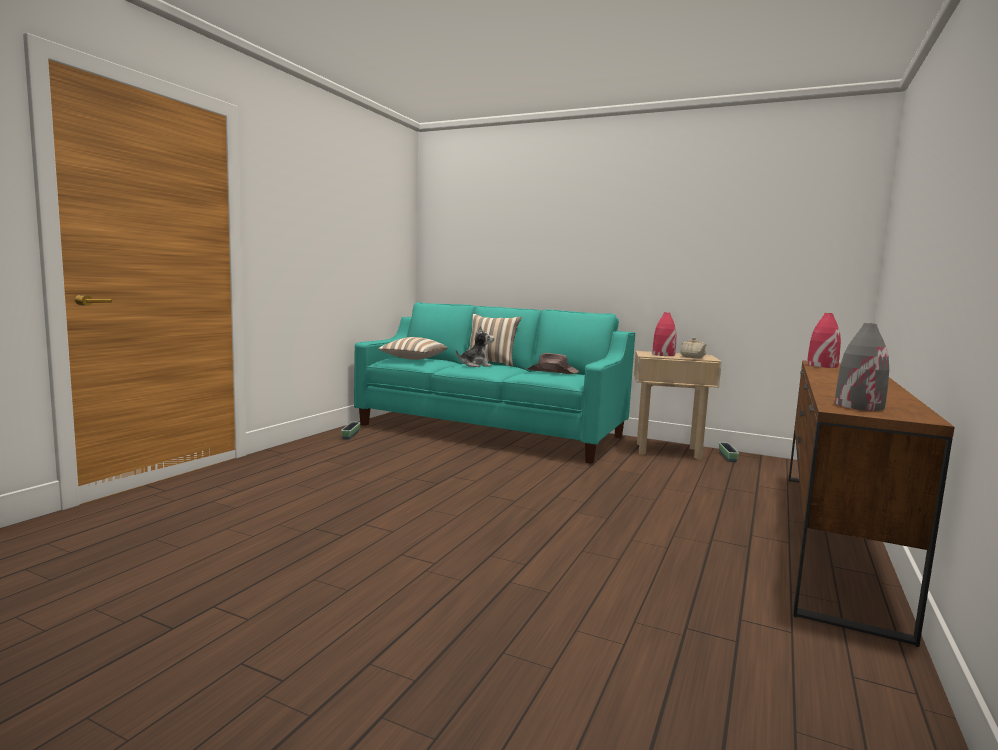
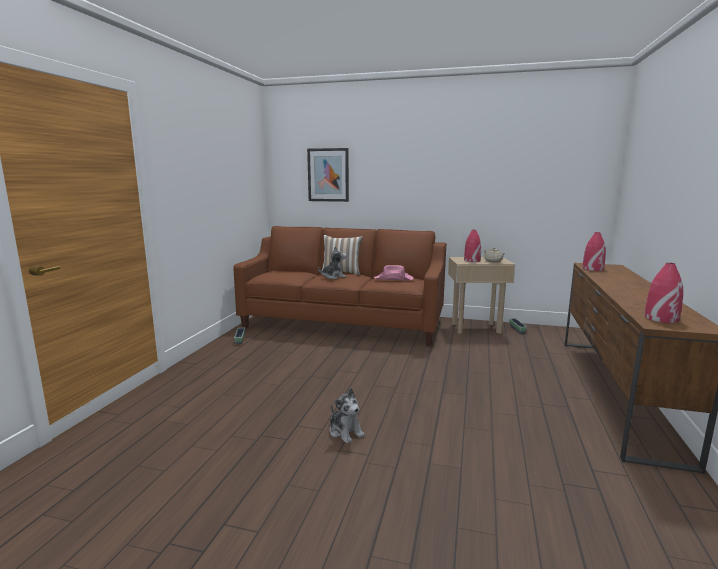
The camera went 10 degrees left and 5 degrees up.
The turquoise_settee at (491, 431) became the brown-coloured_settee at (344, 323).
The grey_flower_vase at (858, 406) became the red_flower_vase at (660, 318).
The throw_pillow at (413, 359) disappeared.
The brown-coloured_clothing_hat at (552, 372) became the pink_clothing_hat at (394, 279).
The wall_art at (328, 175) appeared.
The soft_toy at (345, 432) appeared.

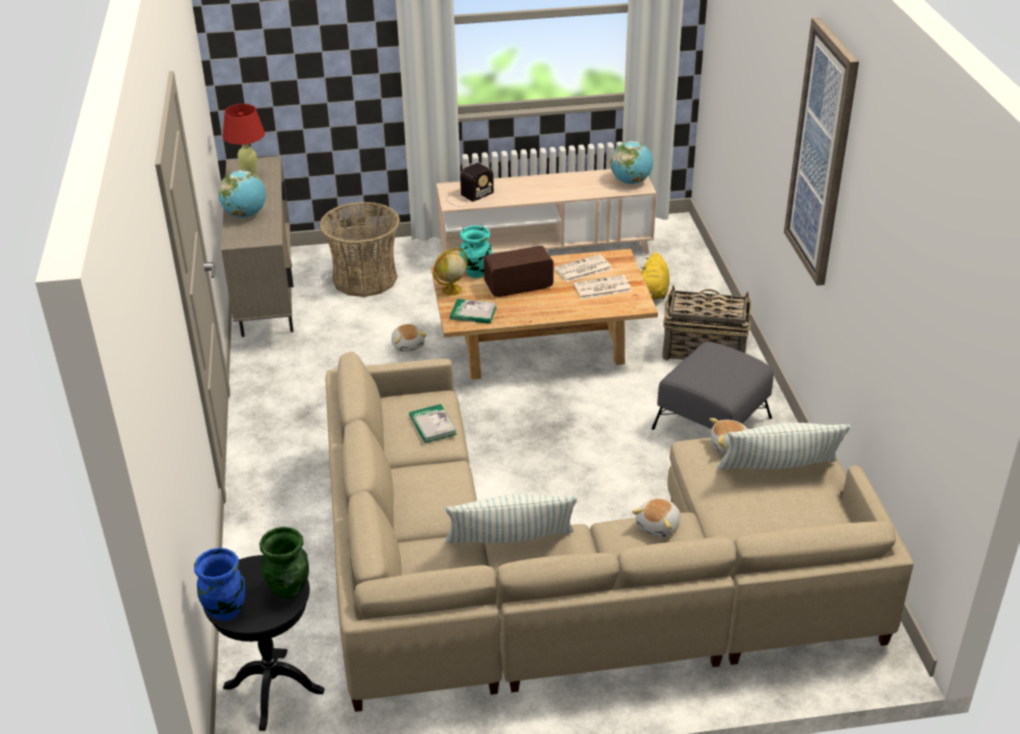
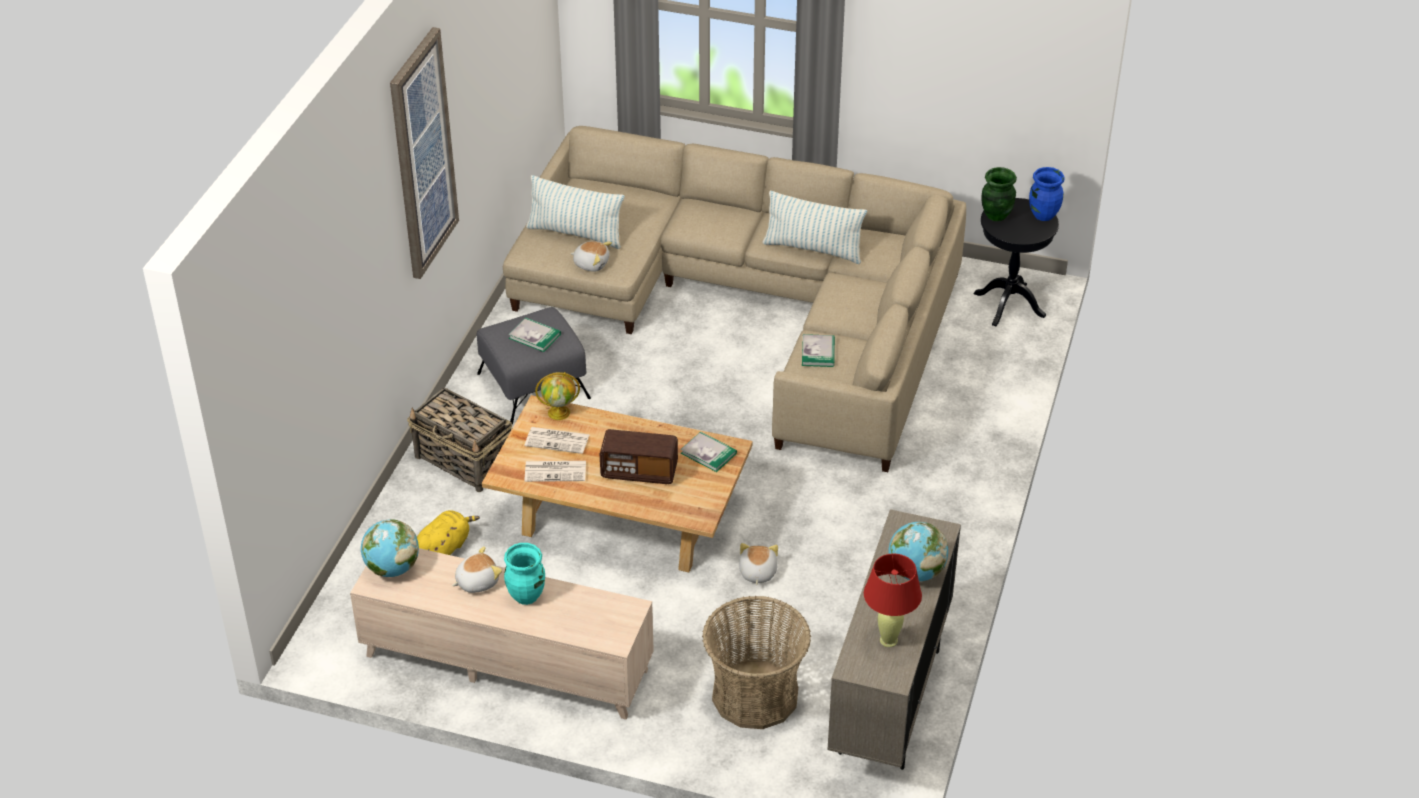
The camera went 155 degrees left and 5 degrees up.
The radio at (467, 196) disappeared.
The turquoise_flower_vase moved from (476, 273) to (526, 595).
The world_globe moved from (451, 290) to (559, 412).
The soft_toy moved from (659, 526) to (476, 581).
The book at (534, 336) appeared.

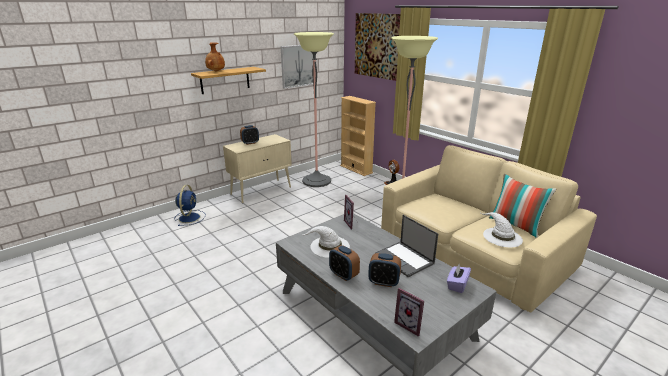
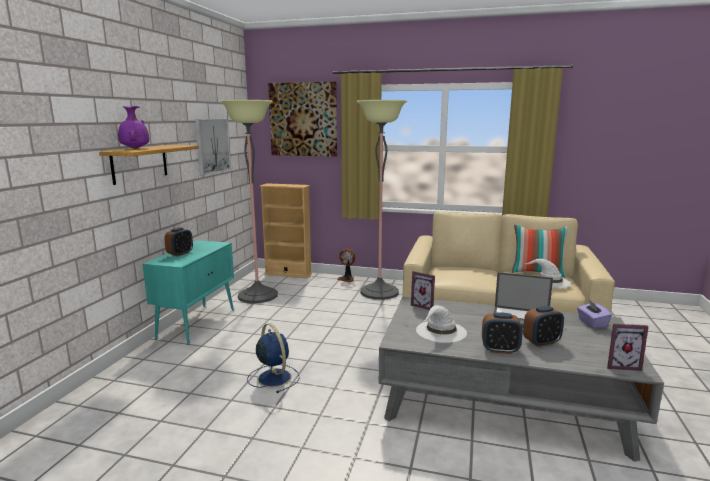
The camera went 35 degrees left and 10 degrees down.
The brown-coloured_flower_vase at (215, 71) became the purplish_flower_vase at (134, 149).
The sand-coloured_storage_cabinet at (261, 190) became the turquoise_storage_cabinet at (197, 323).
The bluish_fan moved from (190, 217) to (273, 377).

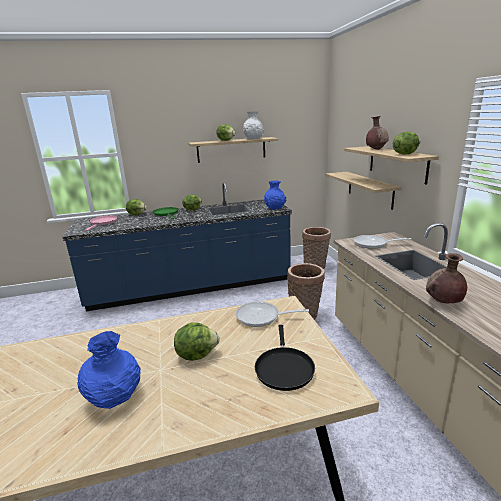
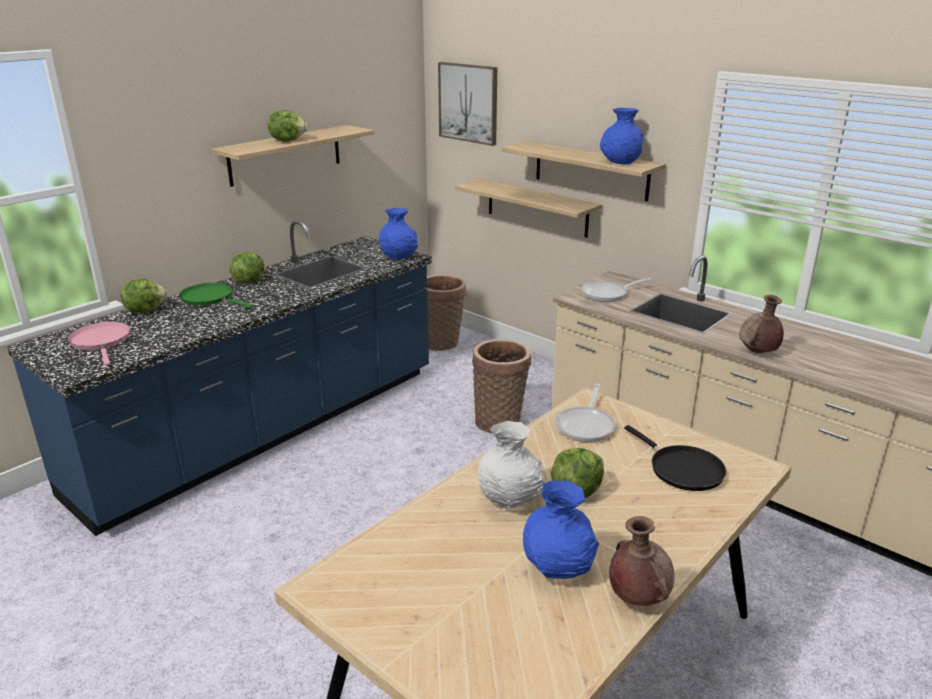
The camera went 35 degrees left and 5 degrees up.
The white_flower_vase moved from (254, 139) to (510, 499).
The brown-coloured_flower_vase moved from (376, 149) to (637, 596).
The lettuce at (404, 154) was replaced by the bluish_flower_vase at (619, 161).
The skillet at (262, 317) turned 45 degrees counterclockwise.
The wall_art at (468, 103) appeared.

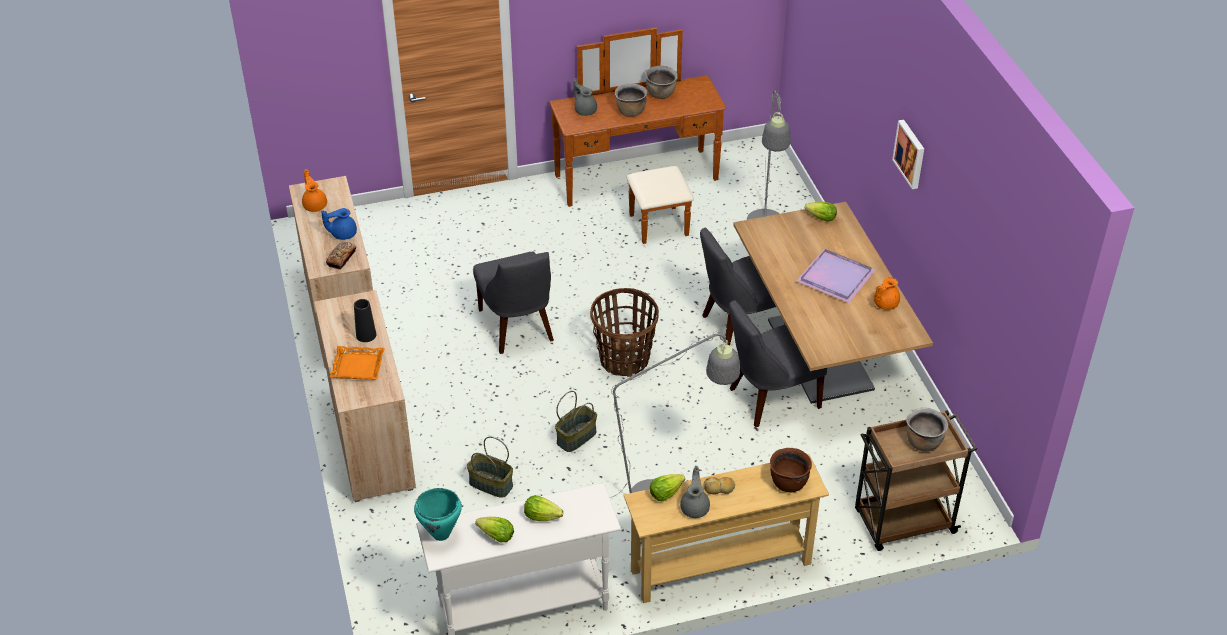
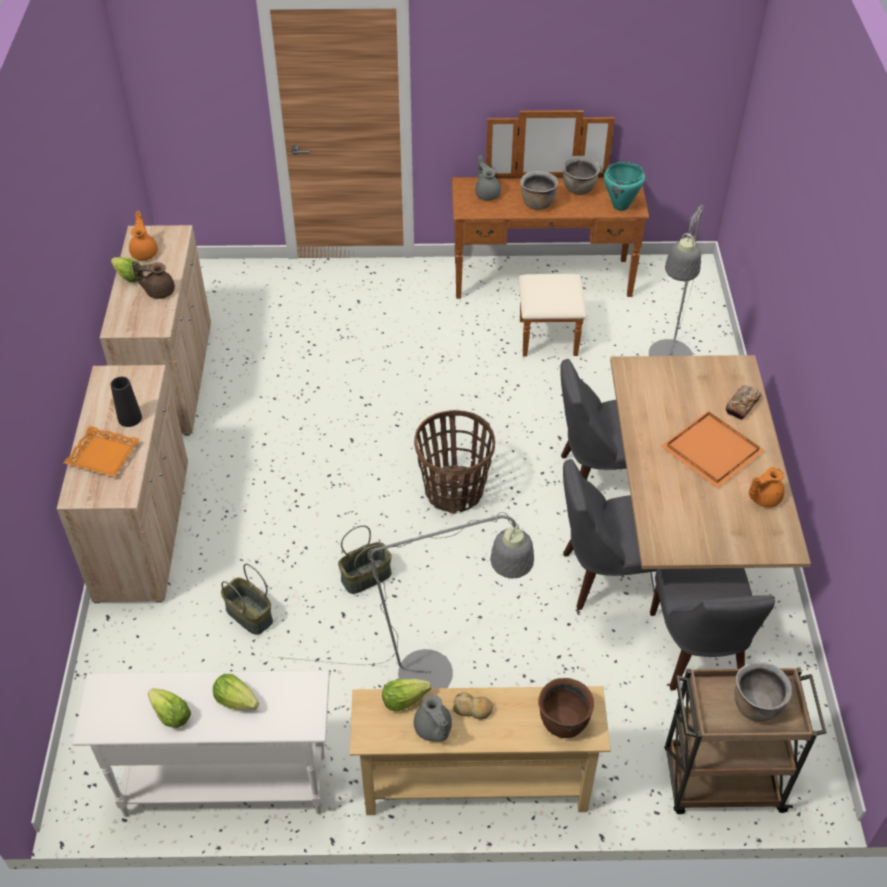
The camera went 15 degrees right and 5 degrees up.
The wall_art at (910, 153) disappeared.
The lettuce moved from (821, 218) to (129, 277).
The bluish_tea_pot at (342, 234) became the brown-coloured_tea_pot at (159, 291).
The bread moved from (341, 258) to (742, 405).
The purplish_serving_tray at (835, 276) became the orangey_serving_tray at (711, 449).
The grey_chair moved from (517, 327) to (698, 652).
The grey_tea_pot at (695, 507) turned 135 degrees clockwise.
The turquoise_cooking_pot moved from (441, 534) to (620, 206).

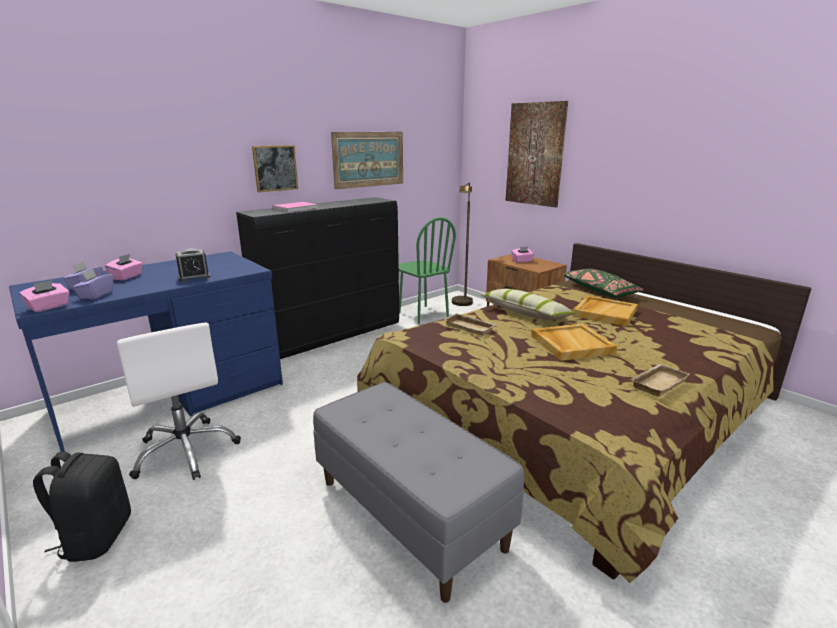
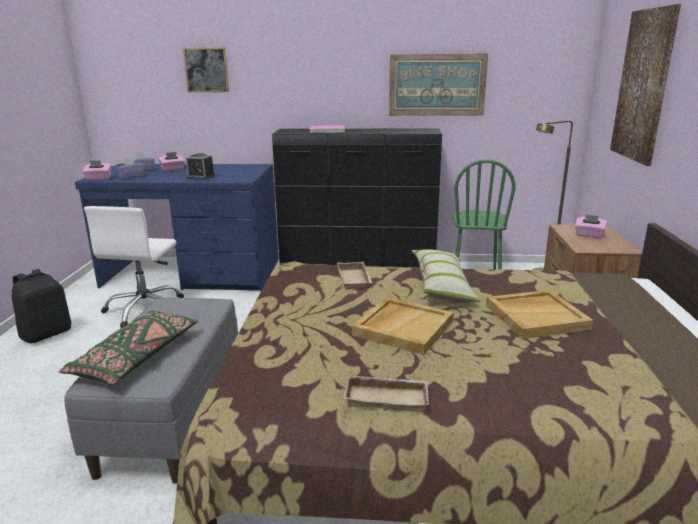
The camera went 45 degrees right and 0 degrees up.
The wall_art moved from (275, 168) to (206, 70).
The green_throw_pillow moved from (599, 290) to (137, 358).

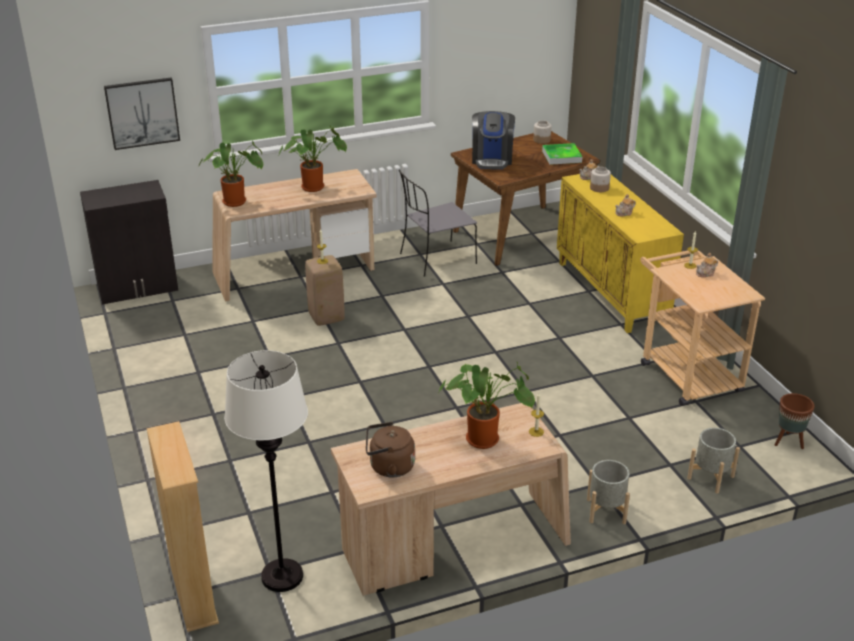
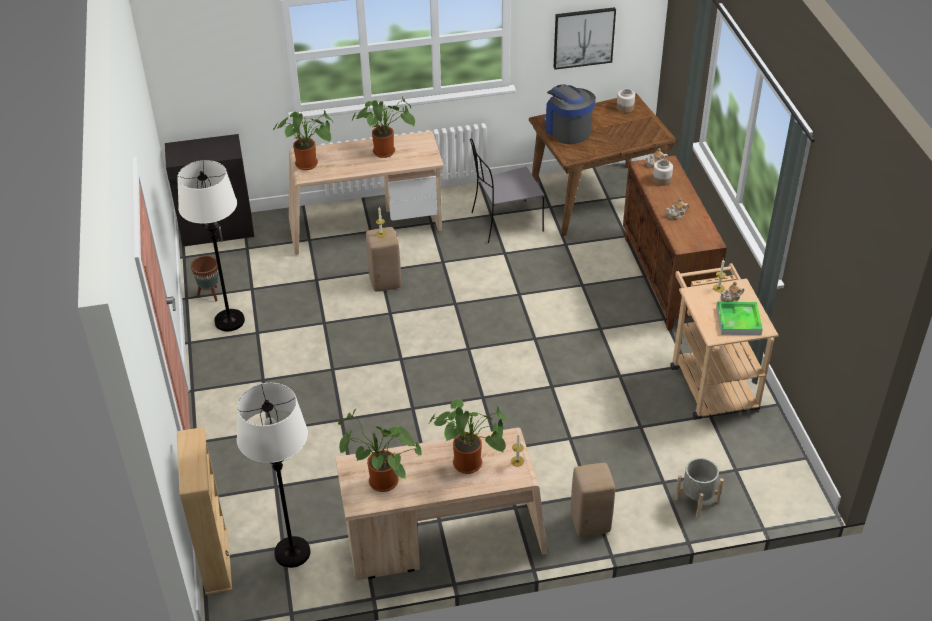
The camera went 10 degrees right and 10 degrees up.
The wall_art moved from (142, 113) to (583, 37).
The coffee_maker at (492, 159) turned 135 degrees clockwise.
The serving_tray moved from (561, 156) to (738, 321).
The yellow-coloured_storage_cabinet at (611, 293) became the brown-coloured_storage_cabinet at (667, 280).
The brown-coloured_flower_pot moved from (788, 442) to (210, 295).
The brown-coloured_tea_kettle at (389, 467) was replaced by the plant_in_a_pot at (380, 483).
The grey_flower_pot at (606, 511) was replaced by the sand-coloured_sitting_stool at (589, 523).
The white_standard_lamp at (229, 321) appeared.

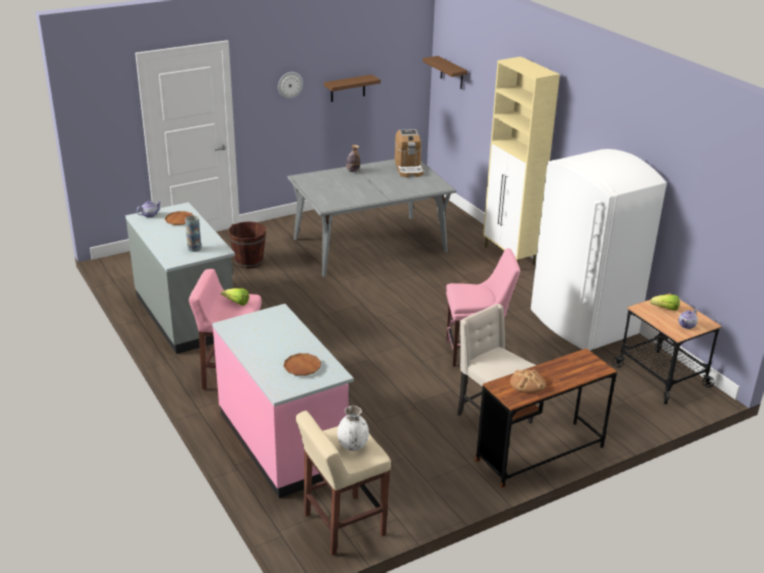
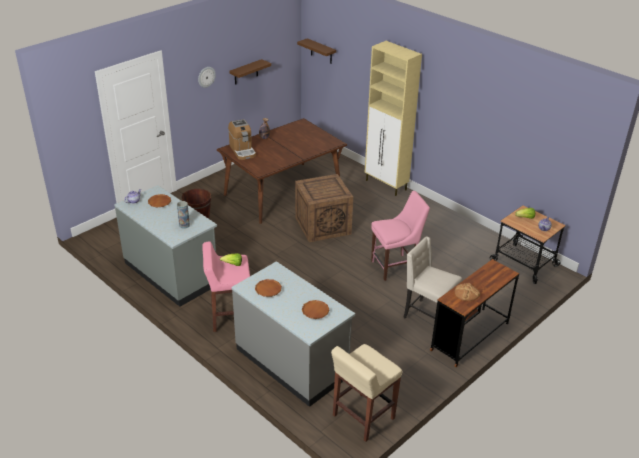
The camera went 15 degrees left and 5 degrees up.
The coffee_maker moved from (408, 168) to (242, 150).
The white_refrigerator at (582, 323) disappeared.
The grey_dinner_table at (370, 245) became the brown-coloured_dinner_table at (283, 191).
The pink_counter at (283, 441) became the grey_counter at (292, 362).
The white_flower_vase at (352, 445) disappeared.
The packing_crate at (323, 225) appeared.
The brown-coloured_flat_dish at (268, 289) appeared.

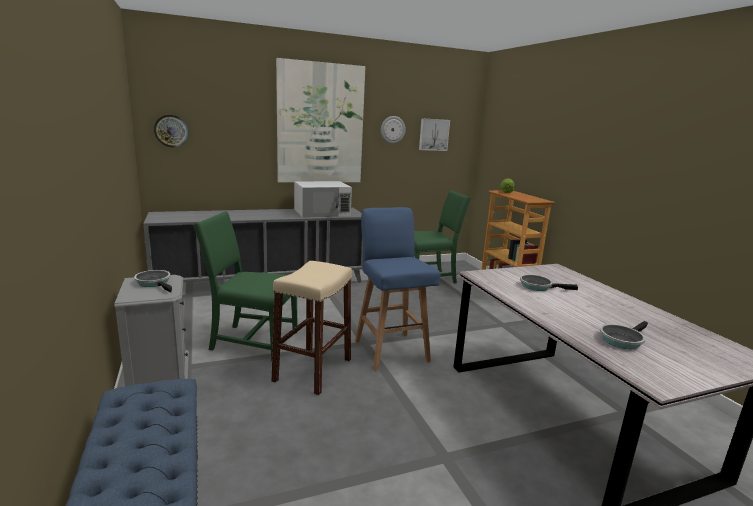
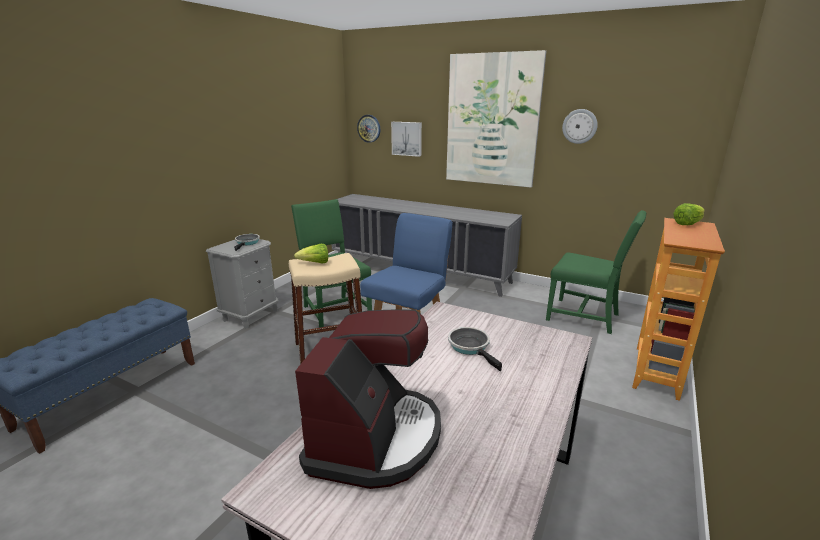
The camera went 50 degrees right and 5 degrees up.
The wall_art moved from (433, 134) to (407, 138).
The white_microwave_oven at (322, 212) disappeared.
The skillet at (622, 340) was replaced by the coffee_maker at (375, 437).
The lettuce at (315, 263) appeared.

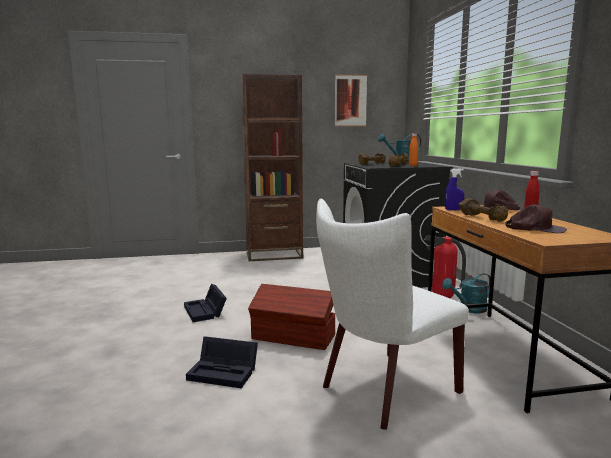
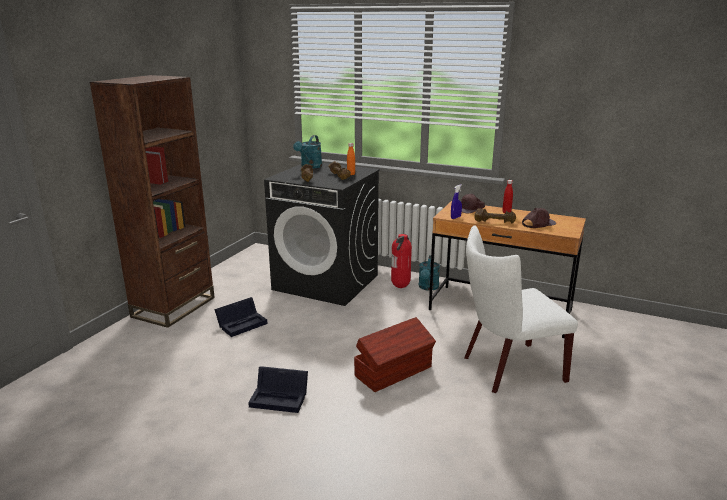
The camera went 55 degrees left and 10 degrees up.
The wall_art at (350, 100) disappeared.
The white_chair at (383, 391) turned 75 degrees clockwise.
The black_storage_bin moved from (225, 372) to (242, 323).

